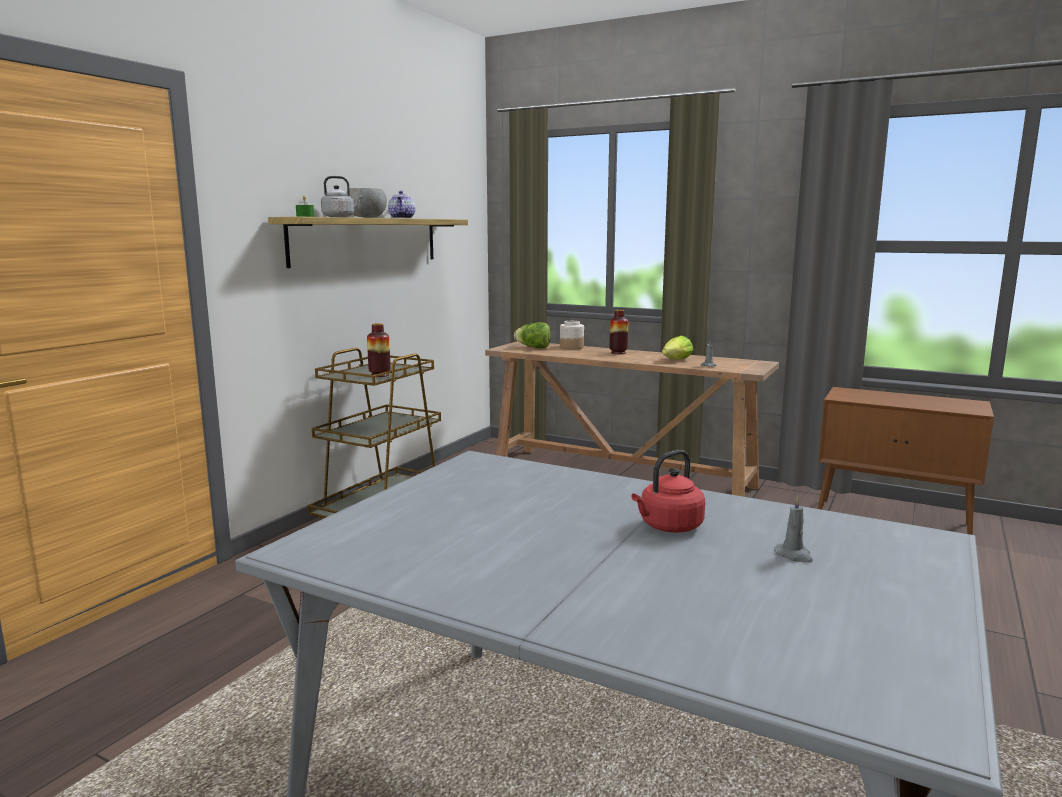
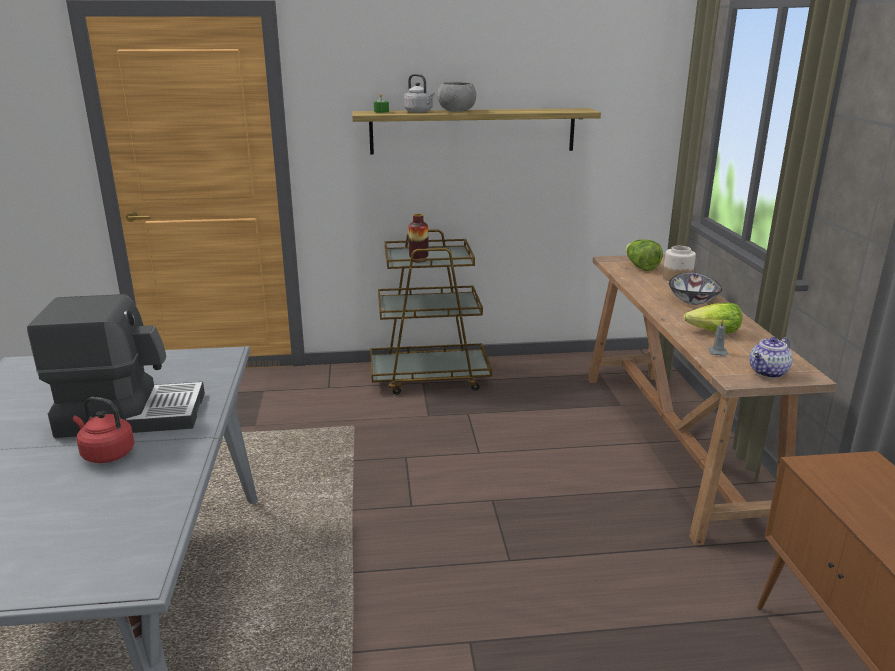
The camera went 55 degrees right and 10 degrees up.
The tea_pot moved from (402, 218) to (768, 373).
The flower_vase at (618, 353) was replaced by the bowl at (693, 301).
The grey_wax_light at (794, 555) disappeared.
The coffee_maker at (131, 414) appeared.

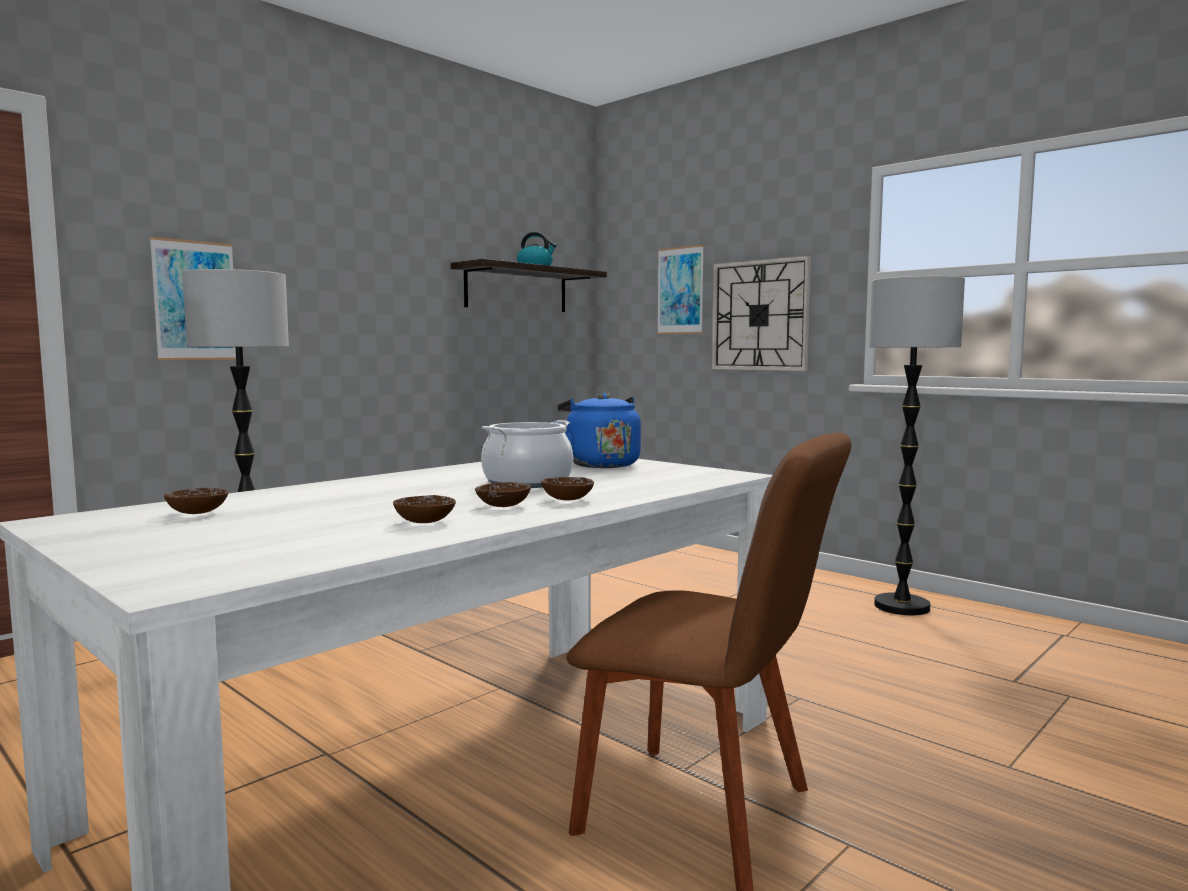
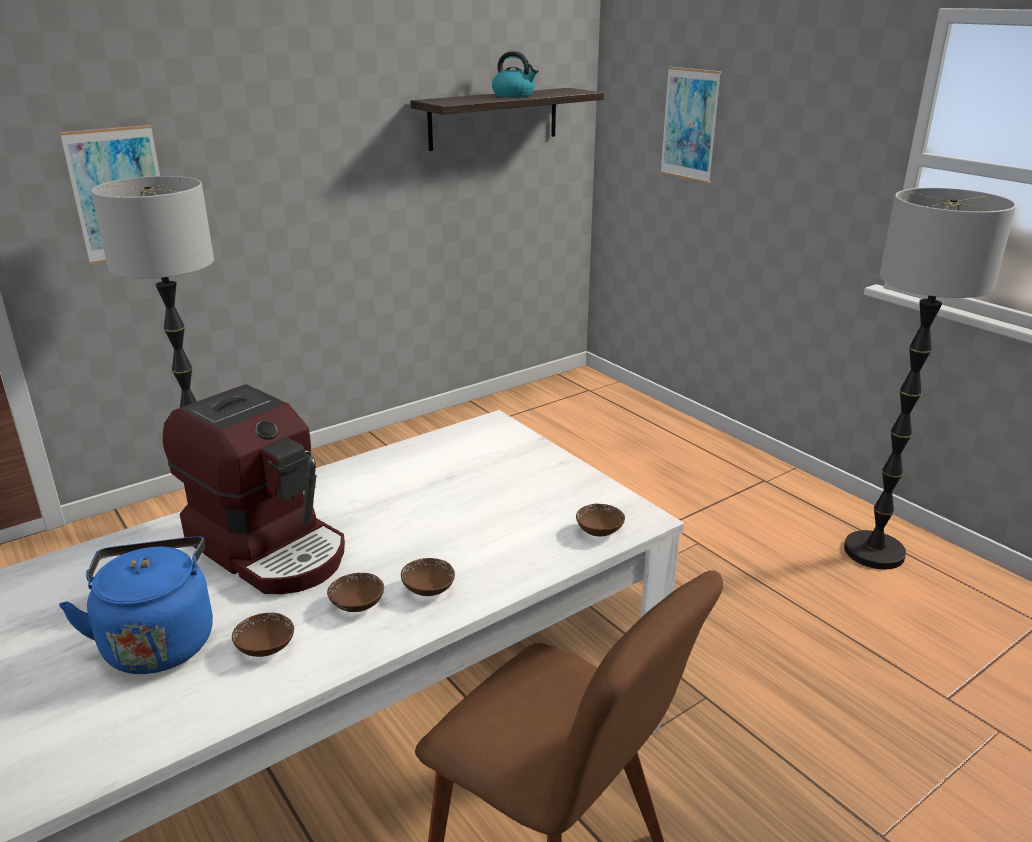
The camera went 10 degrees right and 20 degrees up.
The wall_clock at (760, 315) disappeared.
The bluish_tea_kettle moved from (600, 464) to (159, 640).
The cooking_pot at (528, 482) disappeared.
The brown-coloured_bowl moved from (197, 513) to (599, 531).
The coffee_maker at (270, 547) appeared.

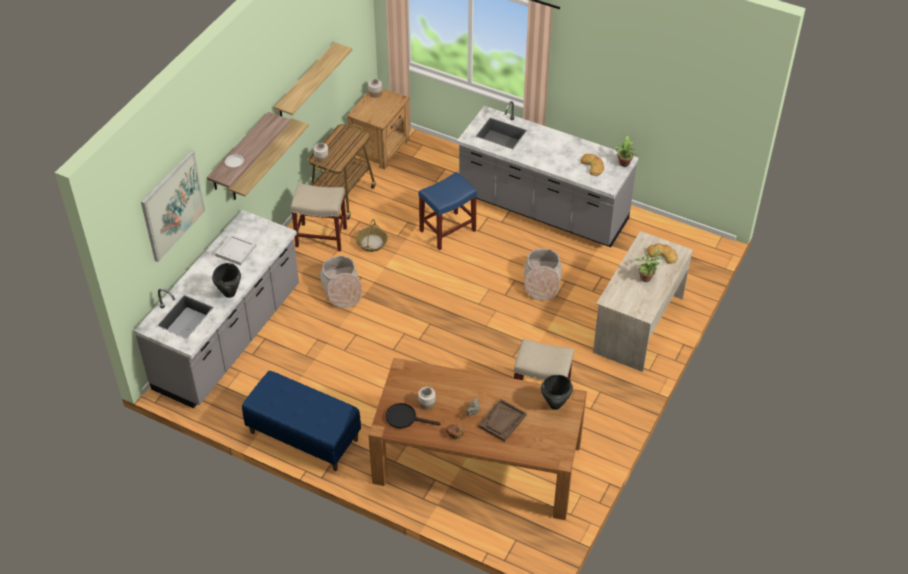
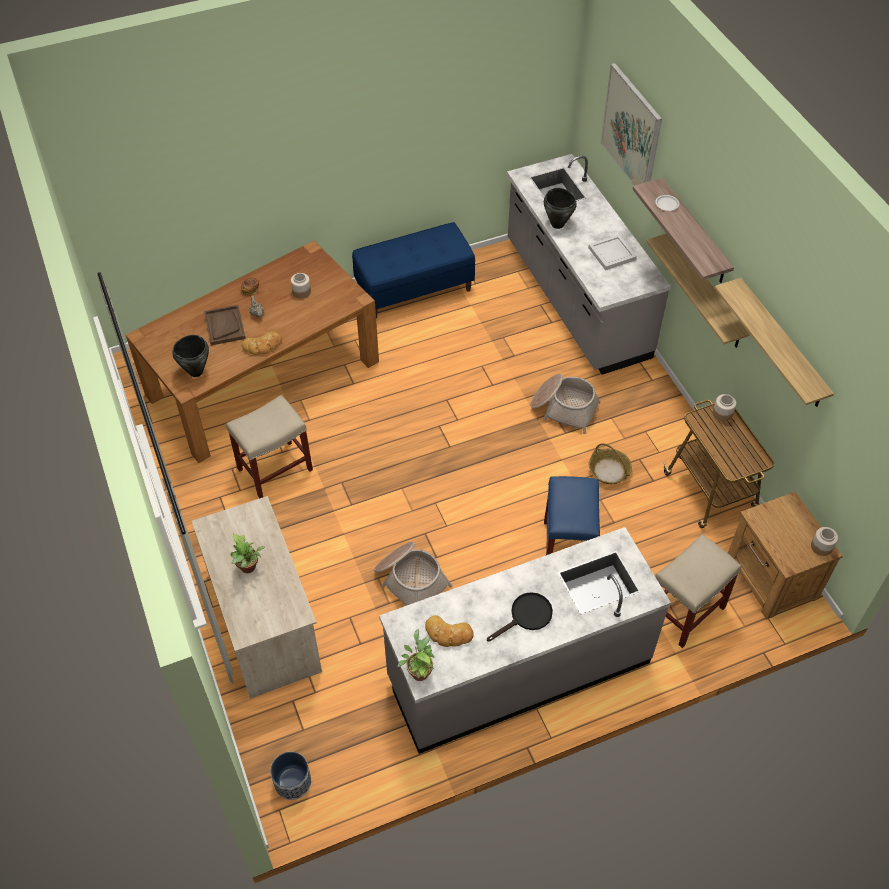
The camera went 130 degrees right and 5 degrees up.
The sand-coloured_sitting_stool moved from (322, 237) to (684, 612).
The bread moved from (662, 254) to (263, 346).
The black_skillet moved from (405, 418) to (526, 616).
The flower_pot at (292, 782) appeared.

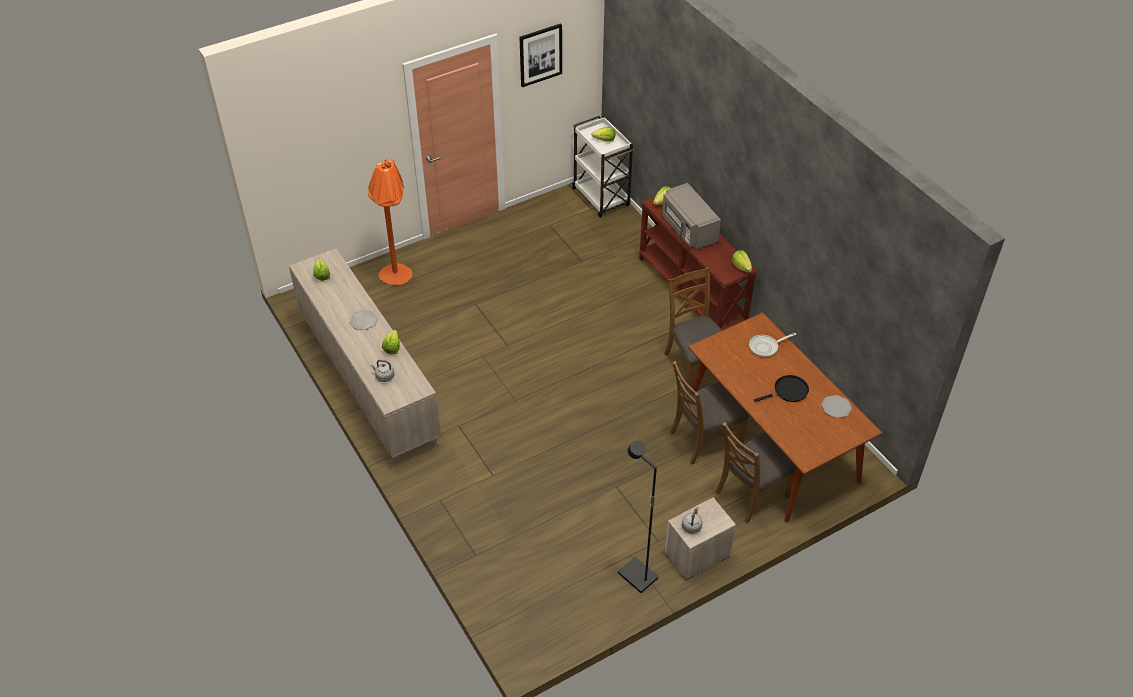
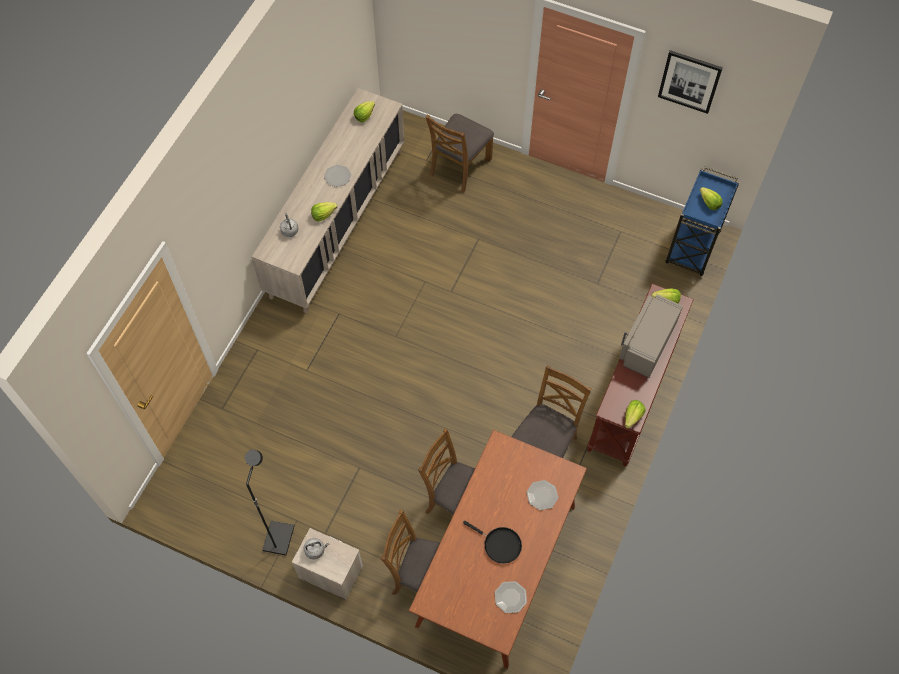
The camera went 55 degrees right and 15 degrees up.
The white_trolley at (601, 198) became the bluish_trolley at (692, 248).
The orangey_standard_lamp at (397, 280) was replaced by the brown-coloured_chair at (459, 167).
The skillet at (766, 347) was replaced by the flat_dish at (542, 495).

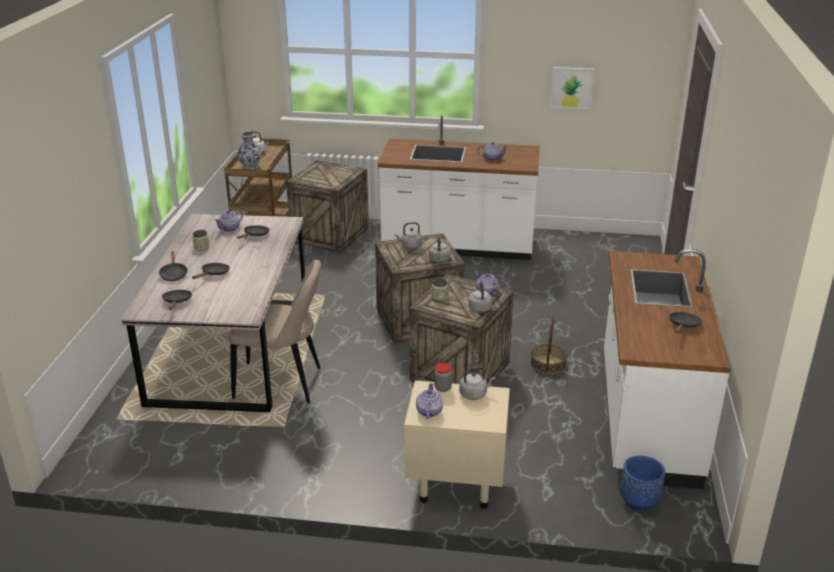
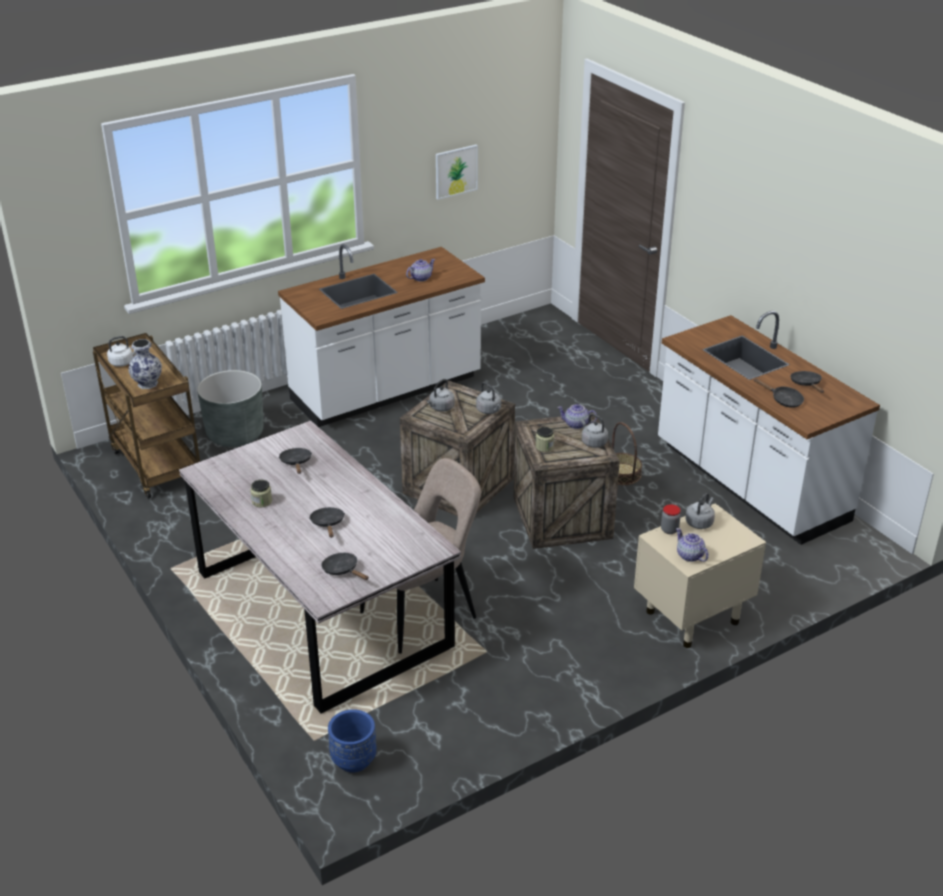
The camera went 40 degrees left and 5 degrees up.
The packing_crate at (330, 235) was replaced by the grey_flower_pot at (235, 434).
The tea_pot at (230, 228) disappeared.
The black_skillet moved from (173, 274) to (783, 400).
The bluish_flower_pot moved from (639, 501) to (353, 760).

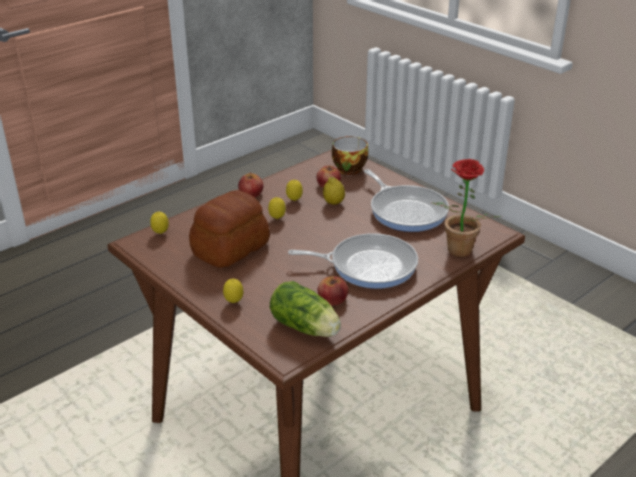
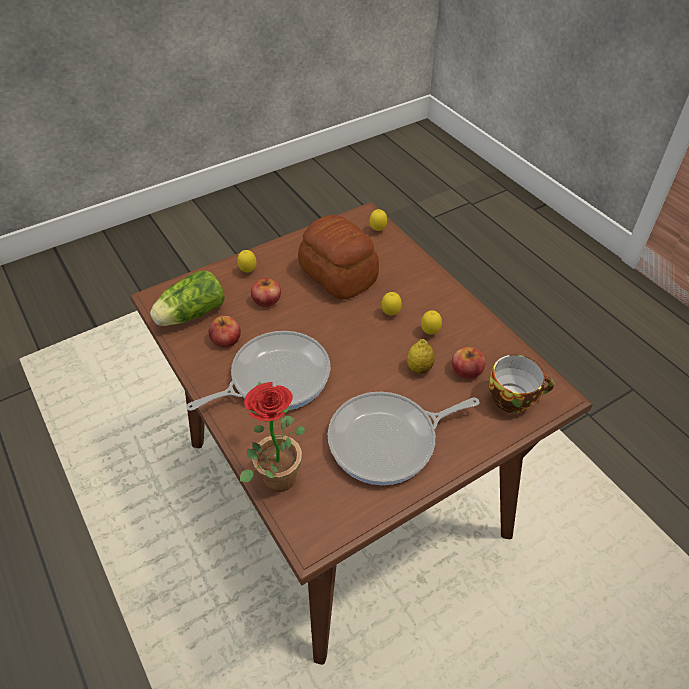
The camera went 100 degrees right and 15 degrees up.
The apple_fruit moved from (251, 193) to (266, 300).
The skillet at (368, 266) turned 135 degrees counterclockwise.

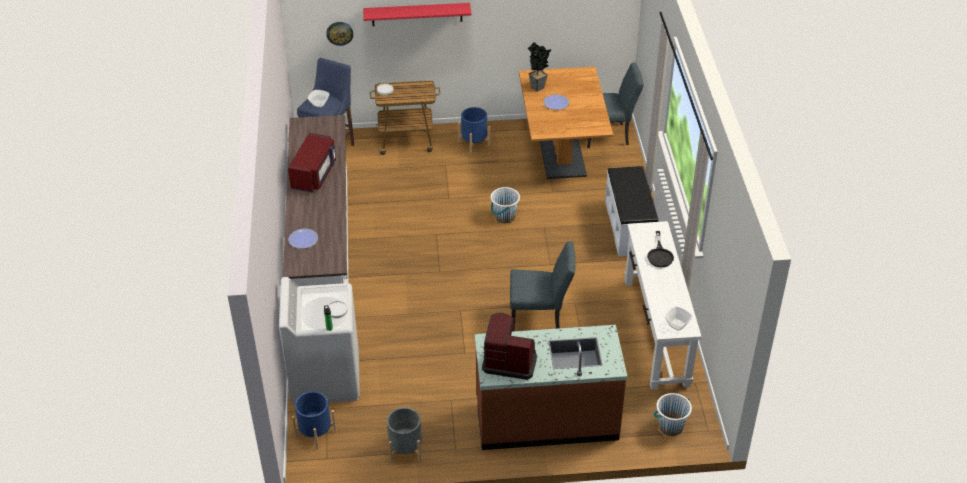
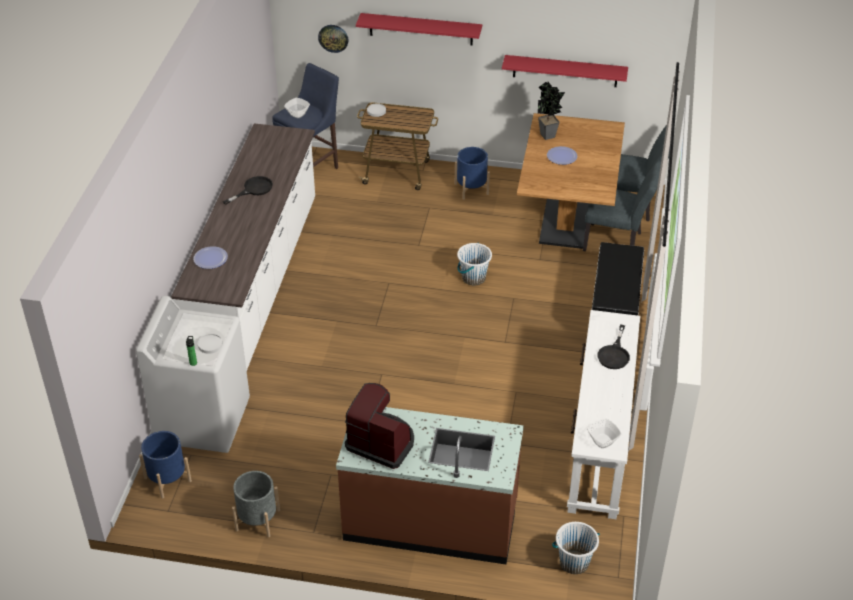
The camera went 15 degrees right and 0 degrees up.
The red_microwave_oven at (314, 174) was replaced by the black_skillet at (253, 189).
The grey_chair moved from (540, 319) to (617, 242).
The red_bracket_shelf at (565, 71) appeared.

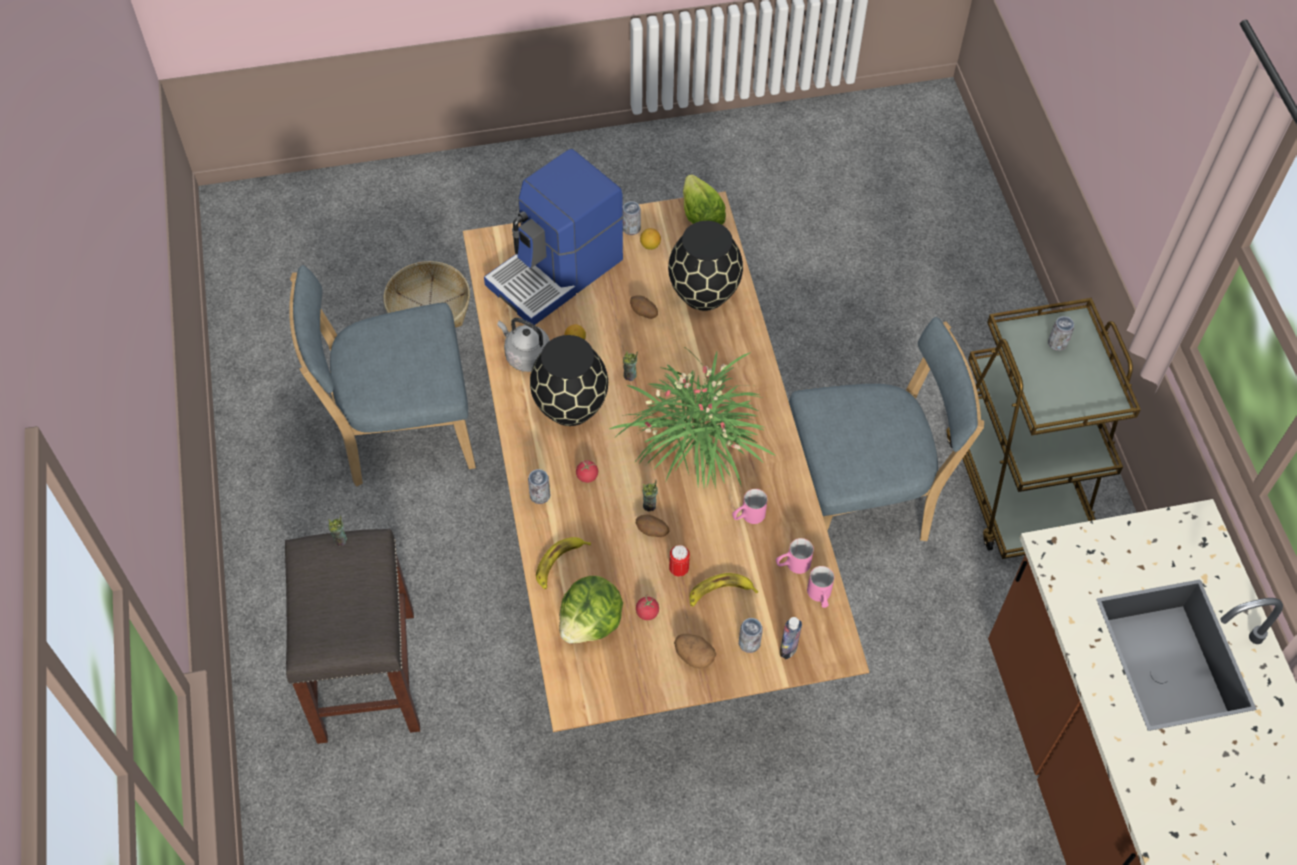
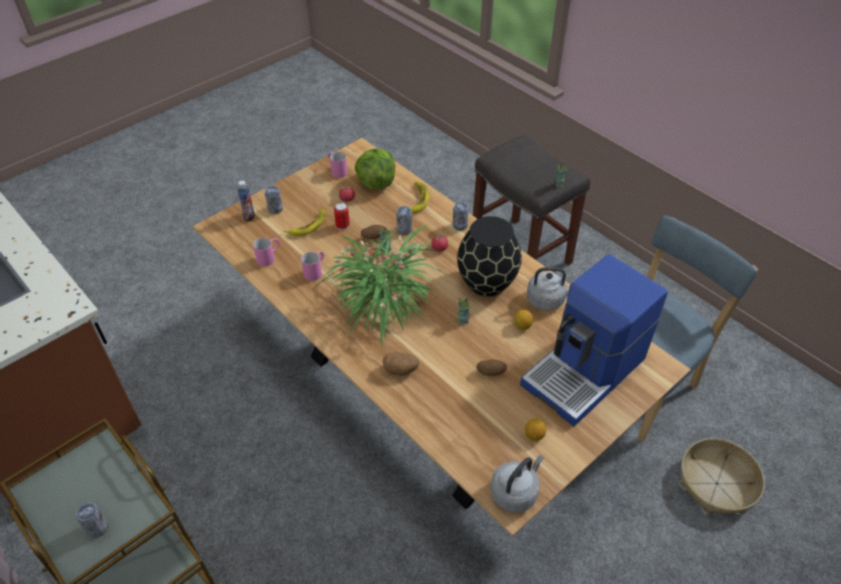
The camera went 150 degrees right and 10 degrees down.
The coffee_maker at (557, 272) turned 150 degrees counterclockwise.
The lettuce at (700, 215) was replaced by the grey_tea_kettle at (515, 492).
The sealed_can moved from (631, 228) to (404, 230).
The black_flower_vase at (702, 292) disappeared.
The bluish_chair at (862, 501) disappeared.
The pink_tea_mug moved from (820, 597) to (337, 170).
The potato moved from (694, 656) to (401, 370).

